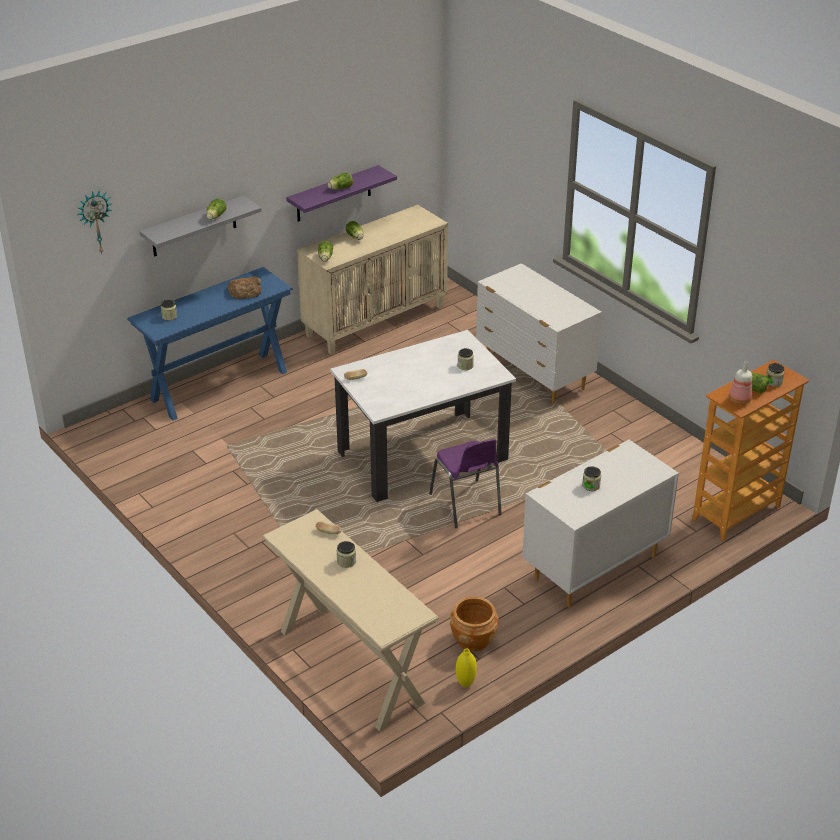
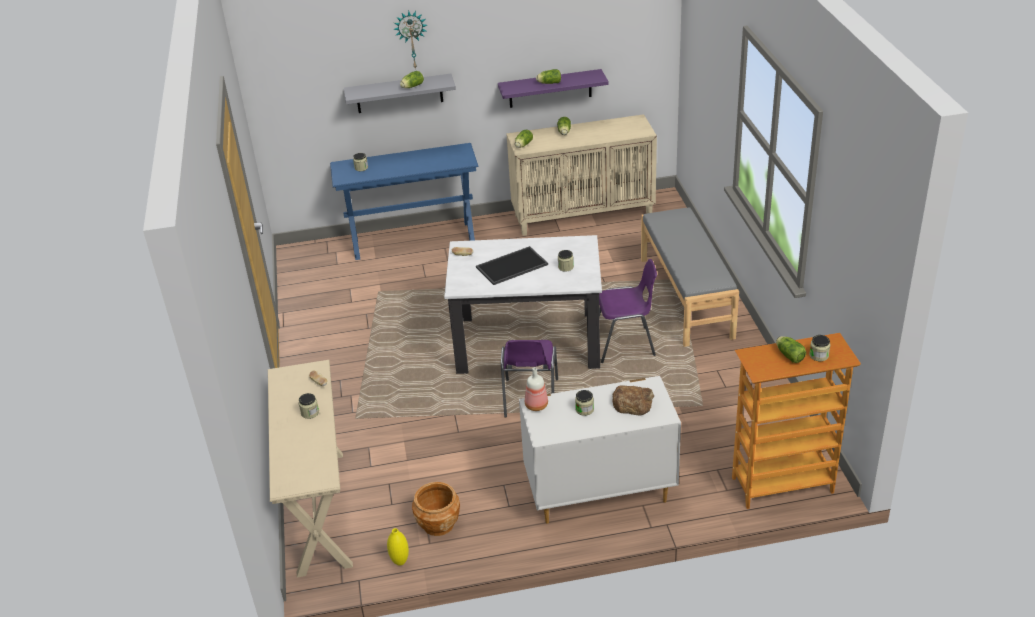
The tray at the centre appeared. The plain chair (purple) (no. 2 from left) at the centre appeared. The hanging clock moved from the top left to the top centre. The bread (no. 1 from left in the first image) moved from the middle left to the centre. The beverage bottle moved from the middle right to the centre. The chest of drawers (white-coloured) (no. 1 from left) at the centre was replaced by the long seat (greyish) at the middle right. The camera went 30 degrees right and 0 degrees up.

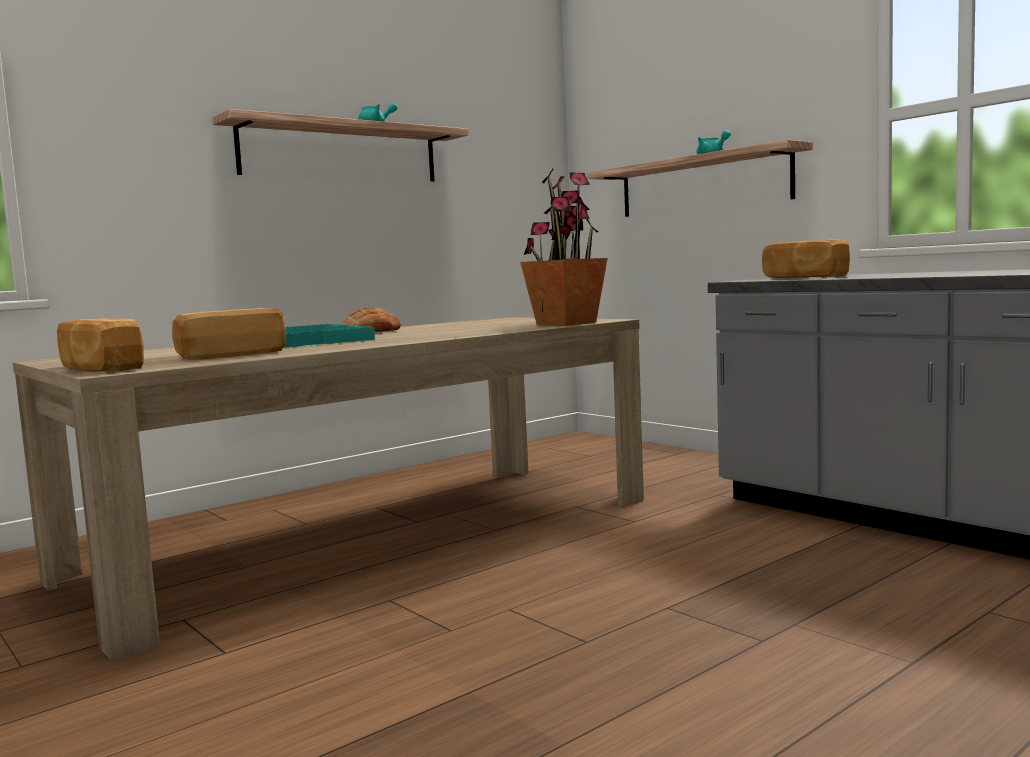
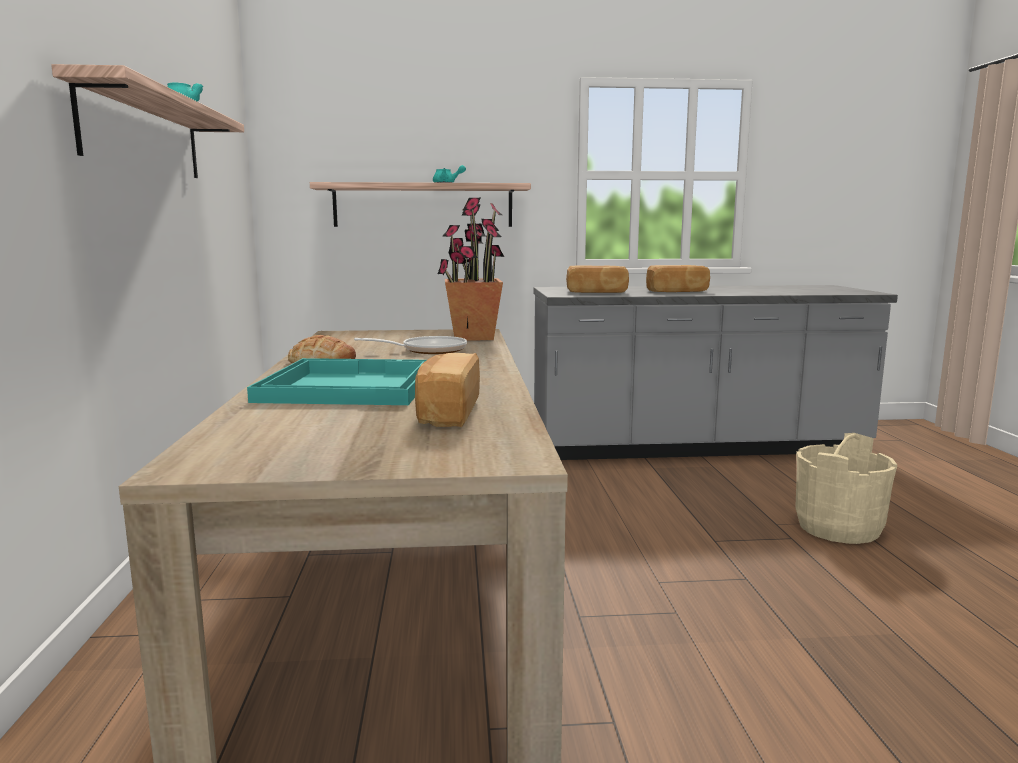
The frying pan at the centre appeared. The bucket (beige) at the middle right appeared. The bread (no. 1 from left in the first image) moved from the middle left to the centre. The camera went 55 degrees left and 5 degrees up.

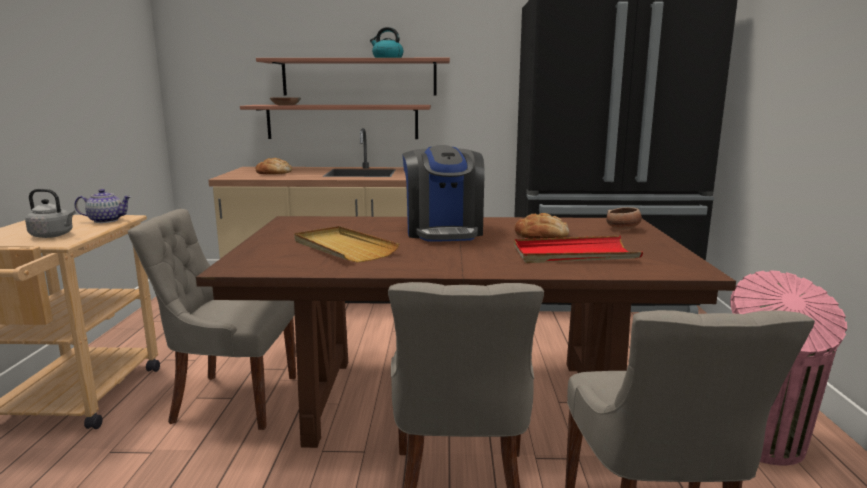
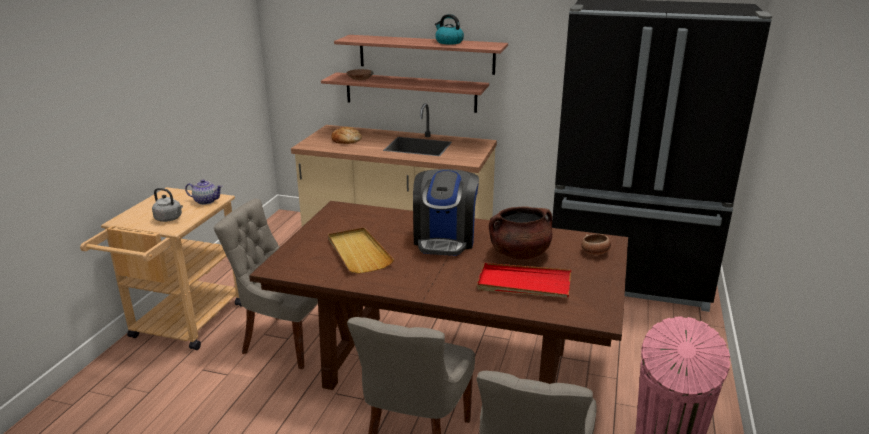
The bread (no. 2 from left) at the centre was replaced by the cooking pot (brown-coloured) at the centre. The camera went 15 degrees right and 10 degrees up.

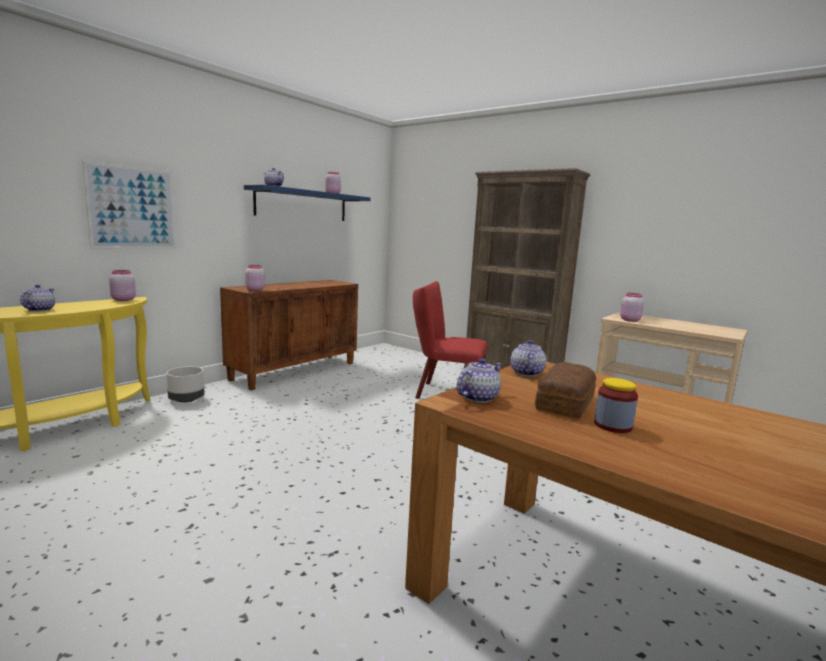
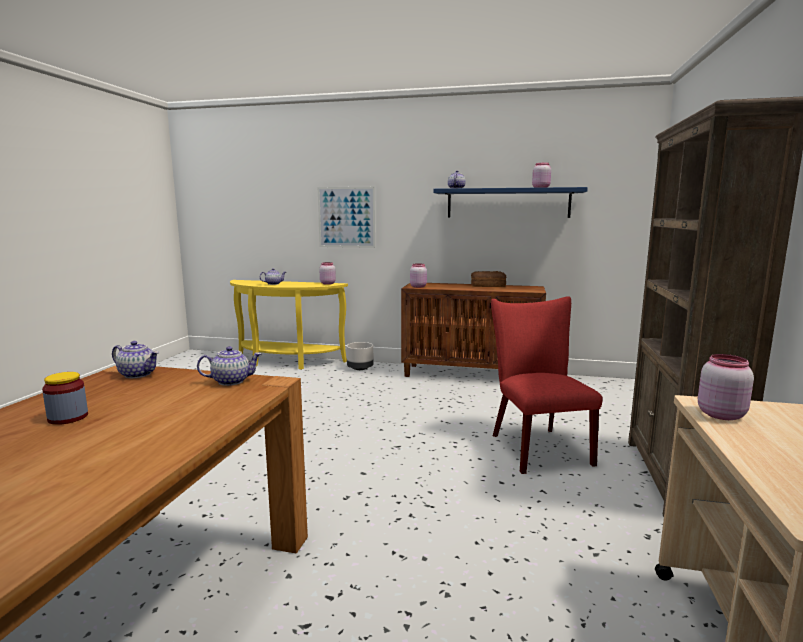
The bread moved from the middle right to the centre. The camera went 65 degrees right and 0 degrees up.

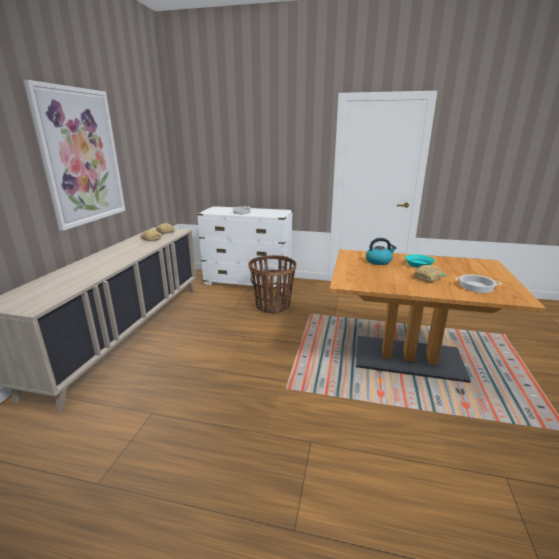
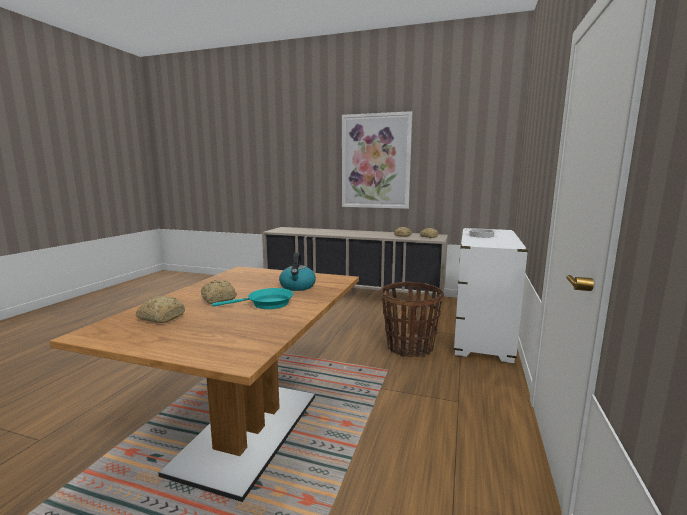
The cooking pot (no. 2 from left) at the middle right was replaced by the bread (no. 1 from left) at the middle left. The camera went 95 degrees right and 10 degrees down.

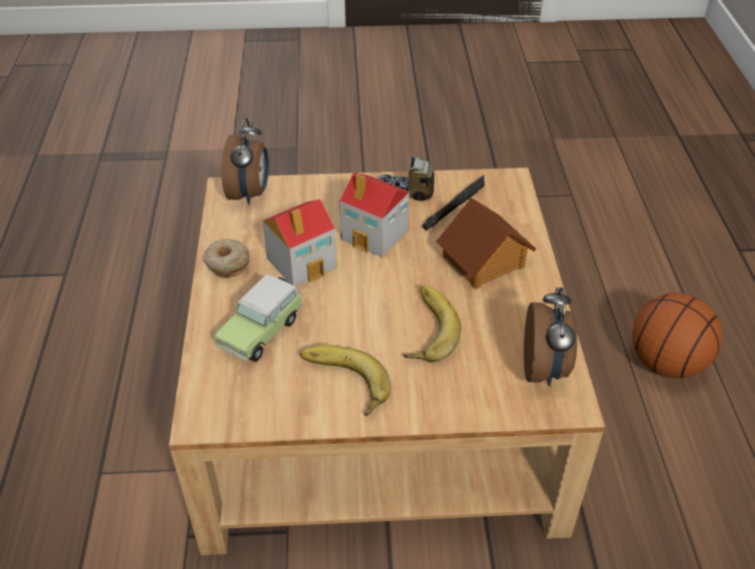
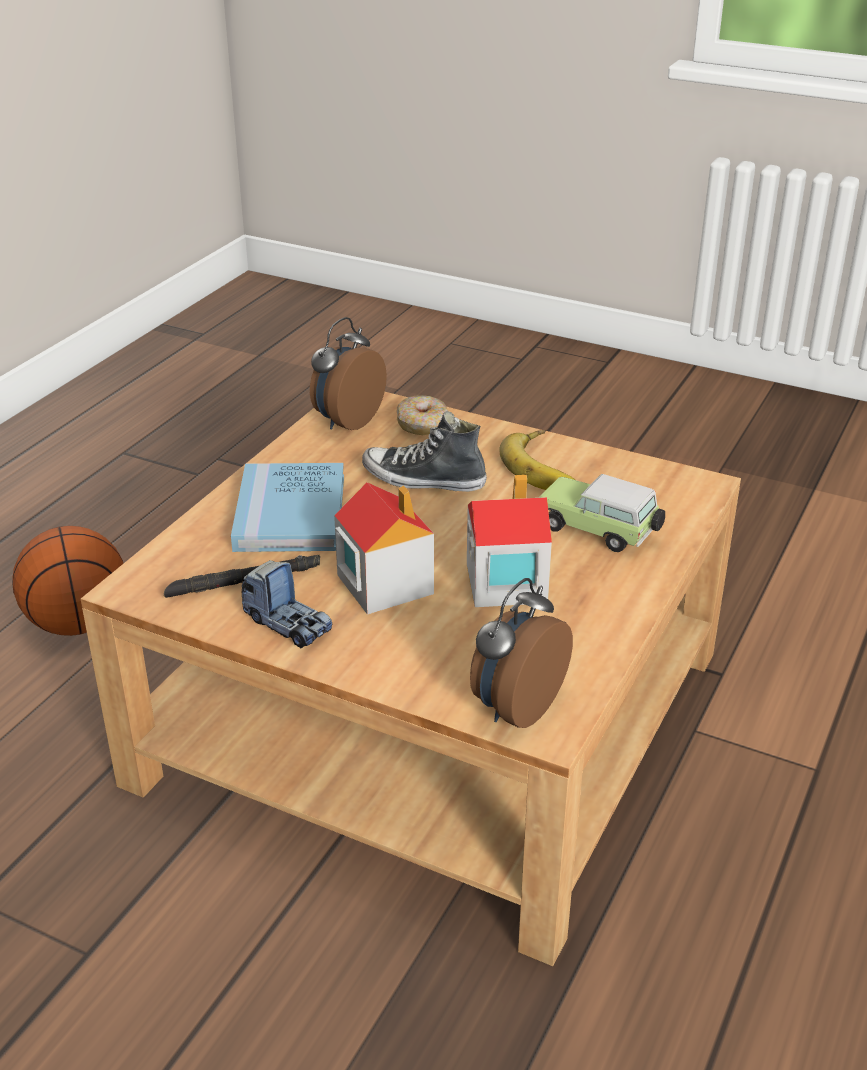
The donut moved from the middle left to the centre. The banana fruit (no. 2 from left) at the centre was replaced by the shoe at the centre. The toy house (no. 3 from left) at the centre was replaced by the book (blue) at the middle left. The miniature car at the centre turned 120 degrees counterclockwise. The camera went 150 degrees left and 10 degrees down.

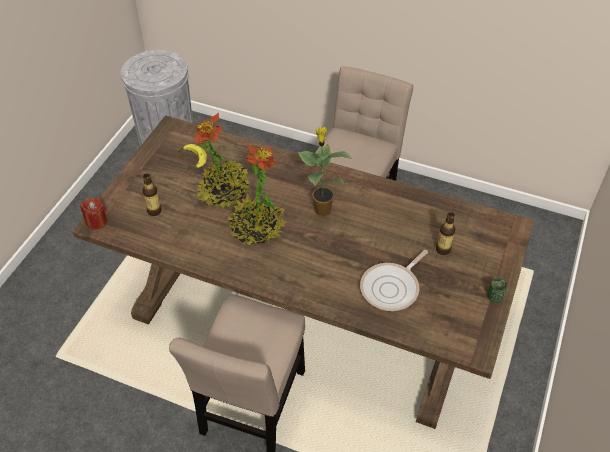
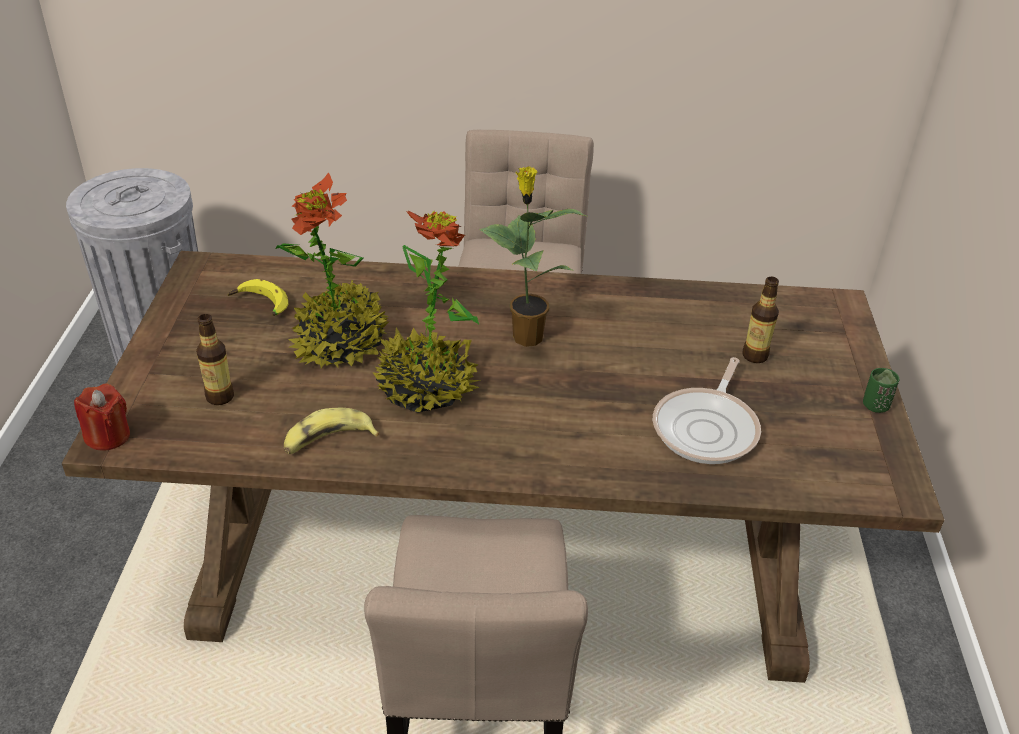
The banana fruit (no. 2 from left) at the middle left appeared. The camera went 20 degrees left and 10 degrees down.

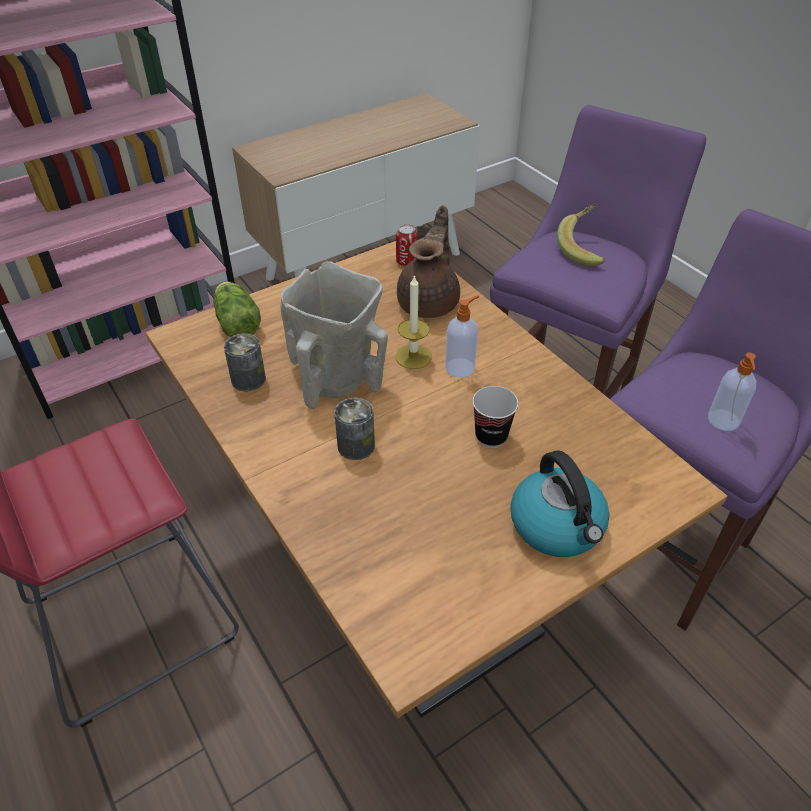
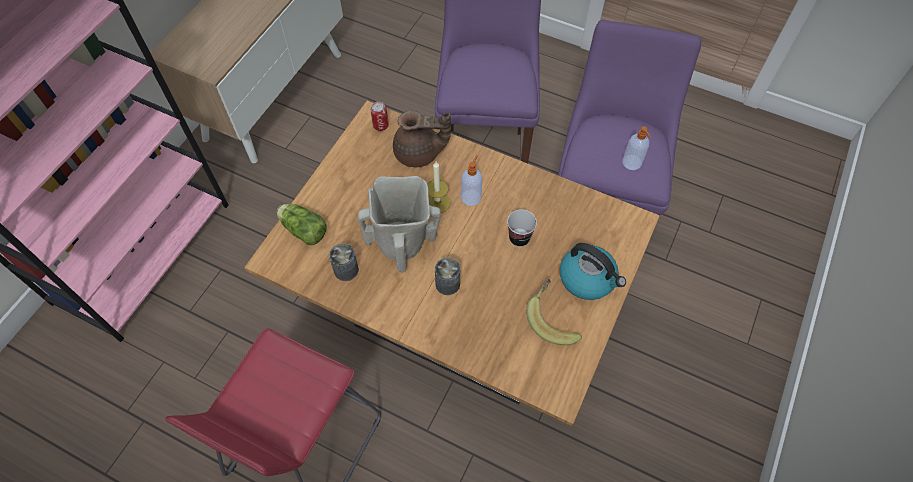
The banana fruit moved from the top right to the centre. The tea pot (brown-coloured) at the top centre turned 105 degrees clockwise. The camera went 30 degrees left and 15 degrees up.

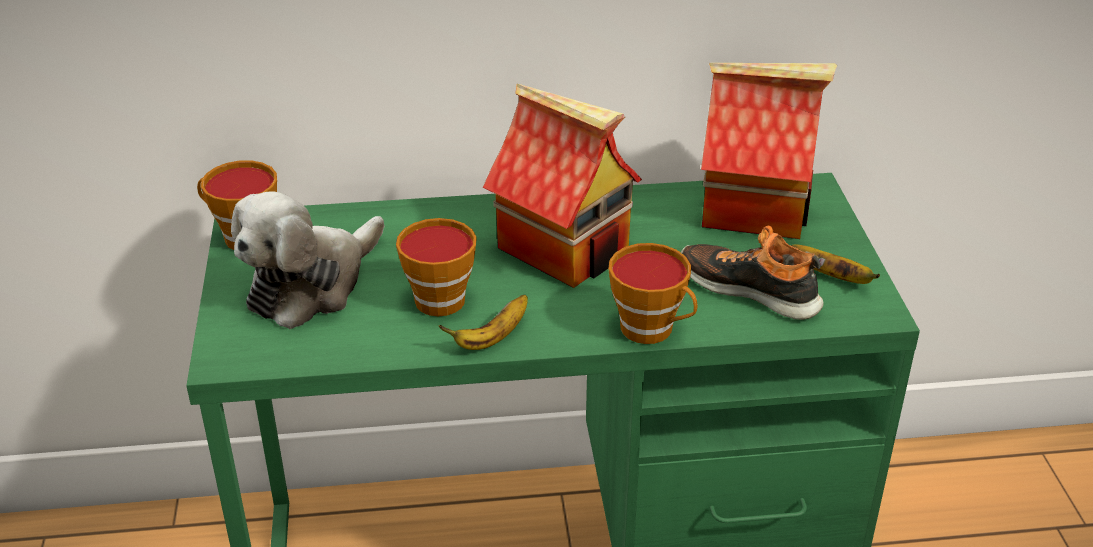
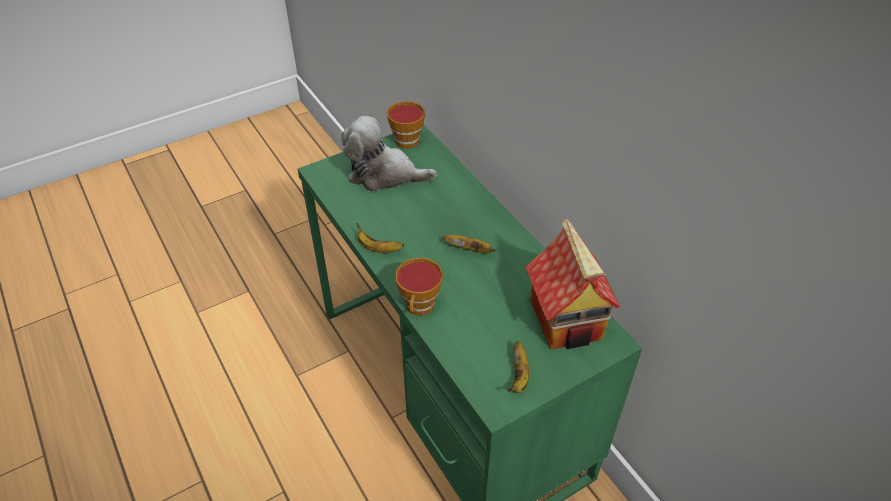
The drinking cup (no. 2 from left) at the centre disappeared. The shoe at the middle right disappeared. The toy house (no. 1 from left) at the centre was replaced by the banana fruit (no. 2 from left) at the centre. The camera went 65 degrees right and 10 degrees up.

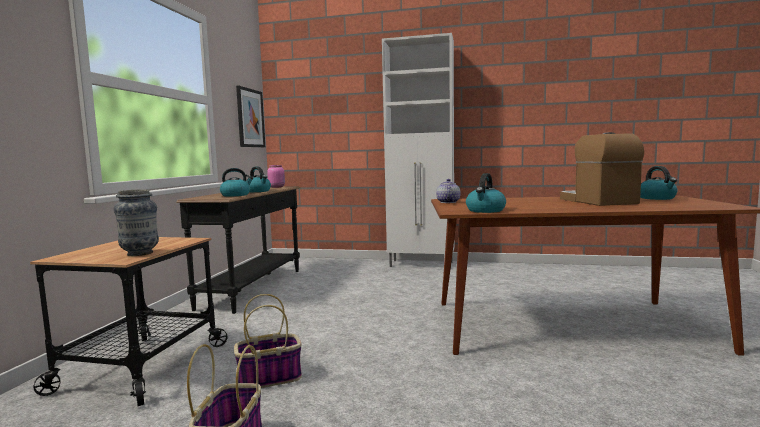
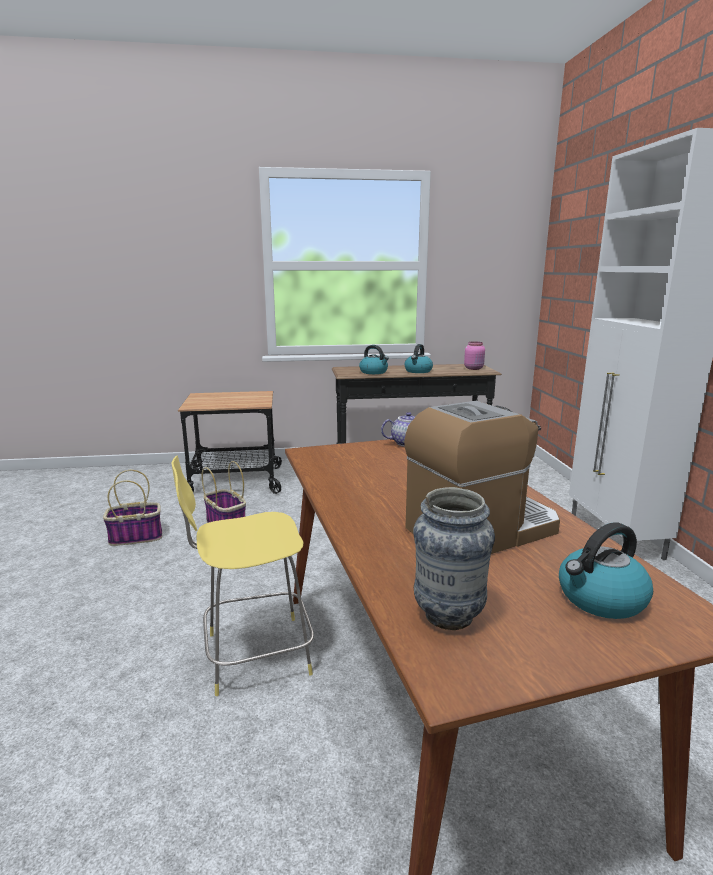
The picture at the top left disappeared. The kettle (no. 3 from left) at the centre disappeared. The sitting stool (yellow) at the centre appeared. The flower vase moved from the middle left to the centre. The camera went 70 degrees right and 10 degrees up.

